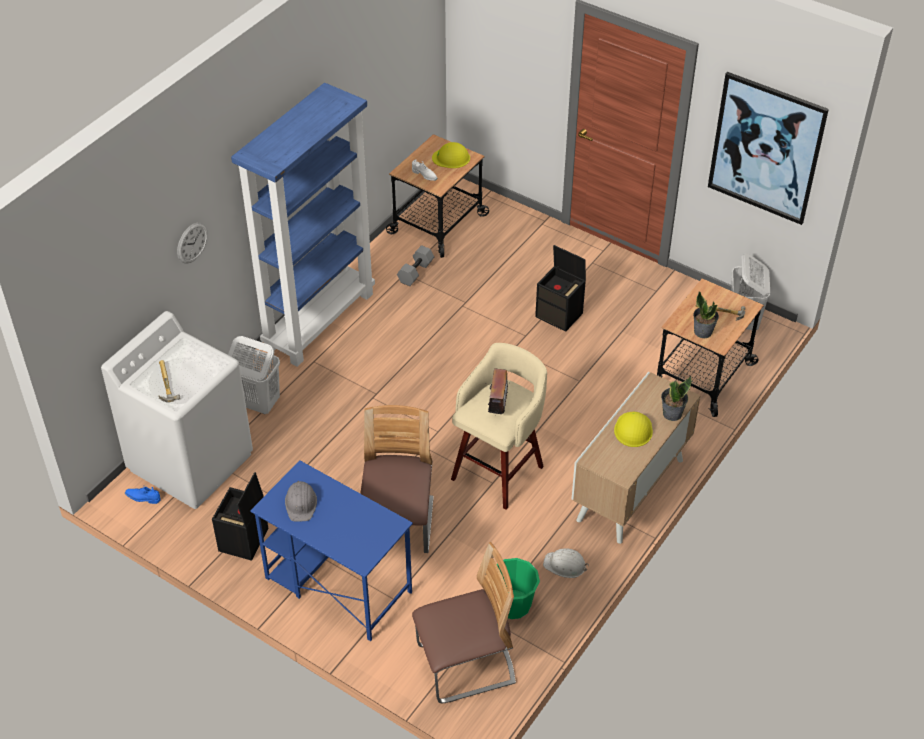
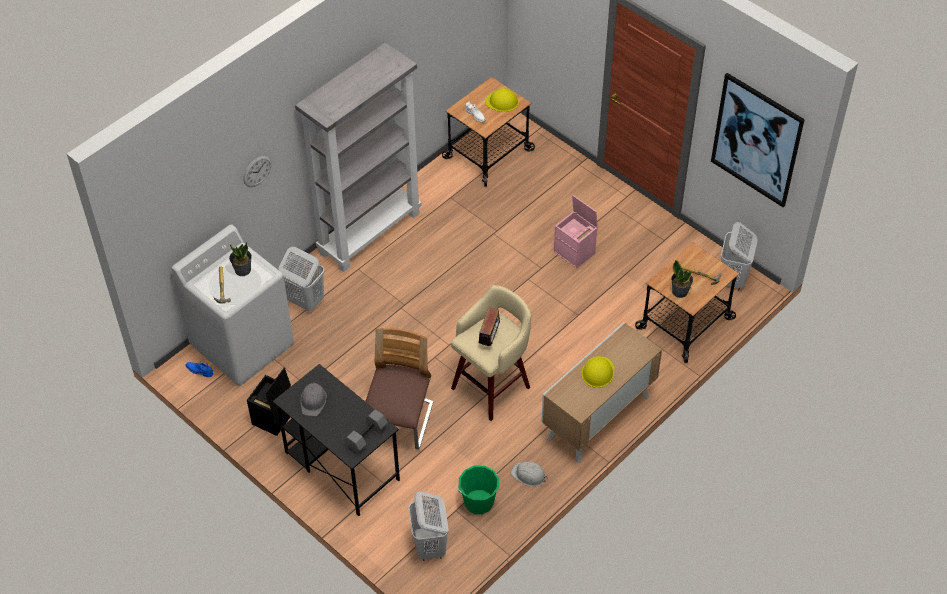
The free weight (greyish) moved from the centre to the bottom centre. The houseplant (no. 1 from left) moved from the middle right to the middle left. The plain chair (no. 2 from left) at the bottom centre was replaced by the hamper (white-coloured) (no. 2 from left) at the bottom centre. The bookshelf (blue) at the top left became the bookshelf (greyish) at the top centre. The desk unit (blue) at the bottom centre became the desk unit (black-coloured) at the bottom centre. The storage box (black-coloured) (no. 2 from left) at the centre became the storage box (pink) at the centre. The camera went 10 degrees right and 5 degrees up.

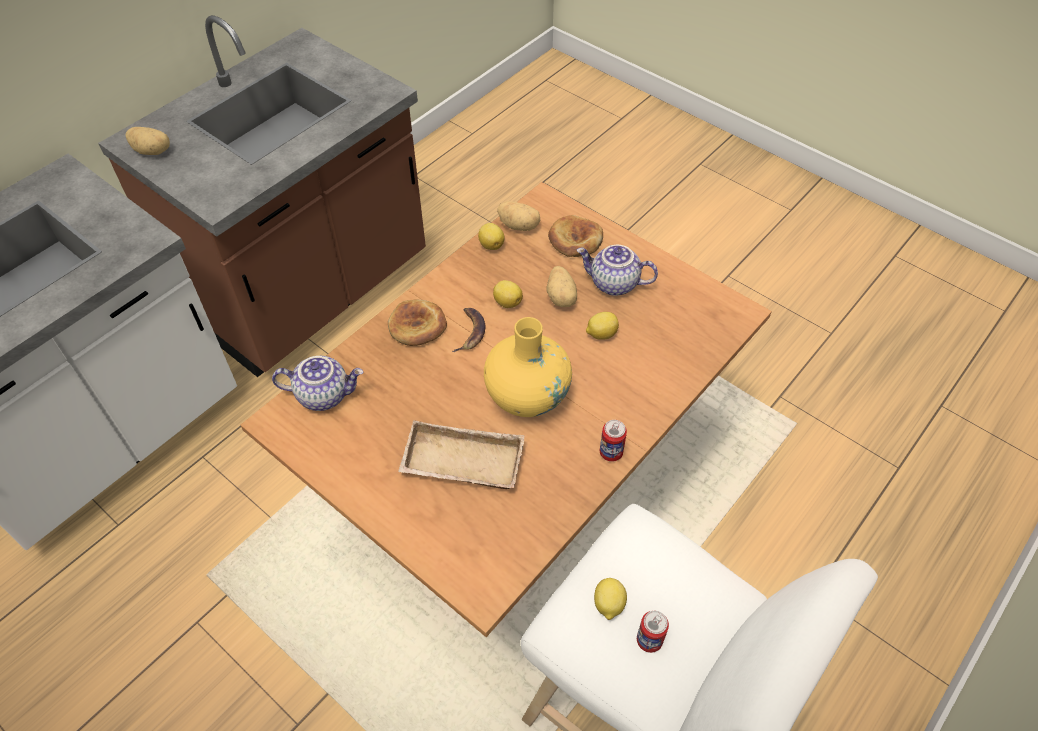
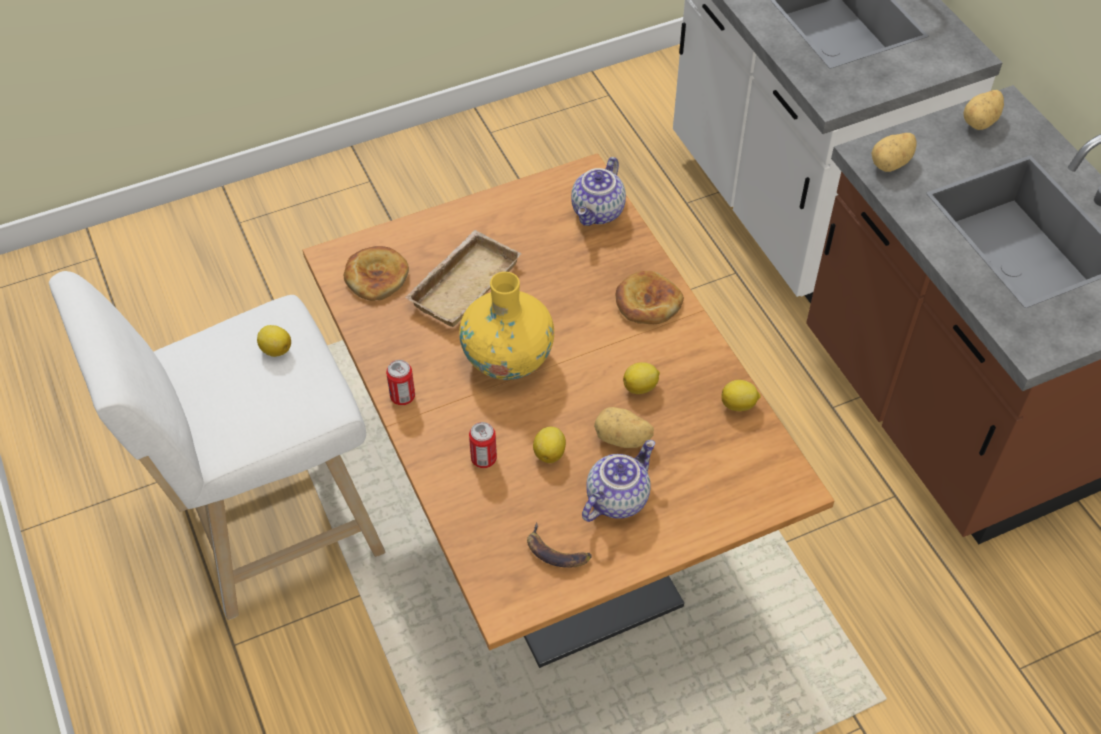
The banana fruit moved from the centre to the bottom centre. The whole potato (no. 2 from left) moved from the top centre to the top right. The bread (no. 2 from left in the first image) moved from the top centre to the centre. The sealed can (no. 2 from left) moved from the bottom centre to the centre. The camera went 115 degrees right and 0 degrees up.

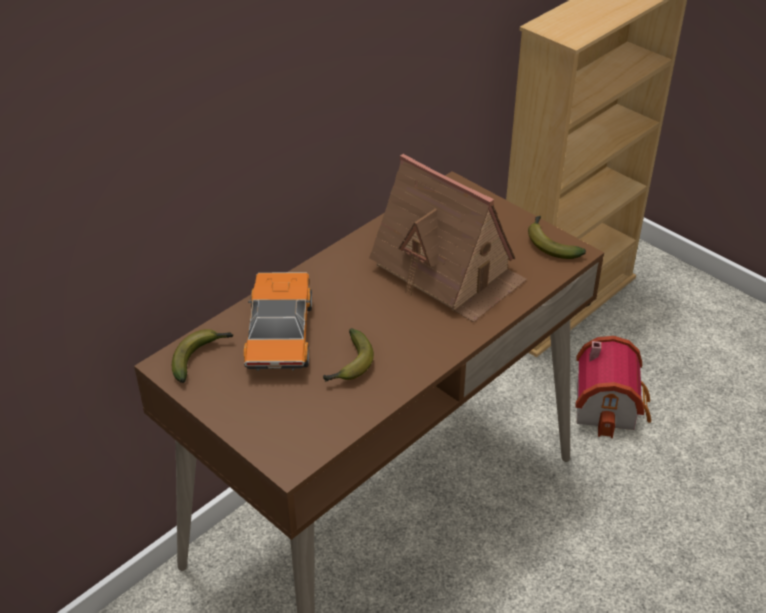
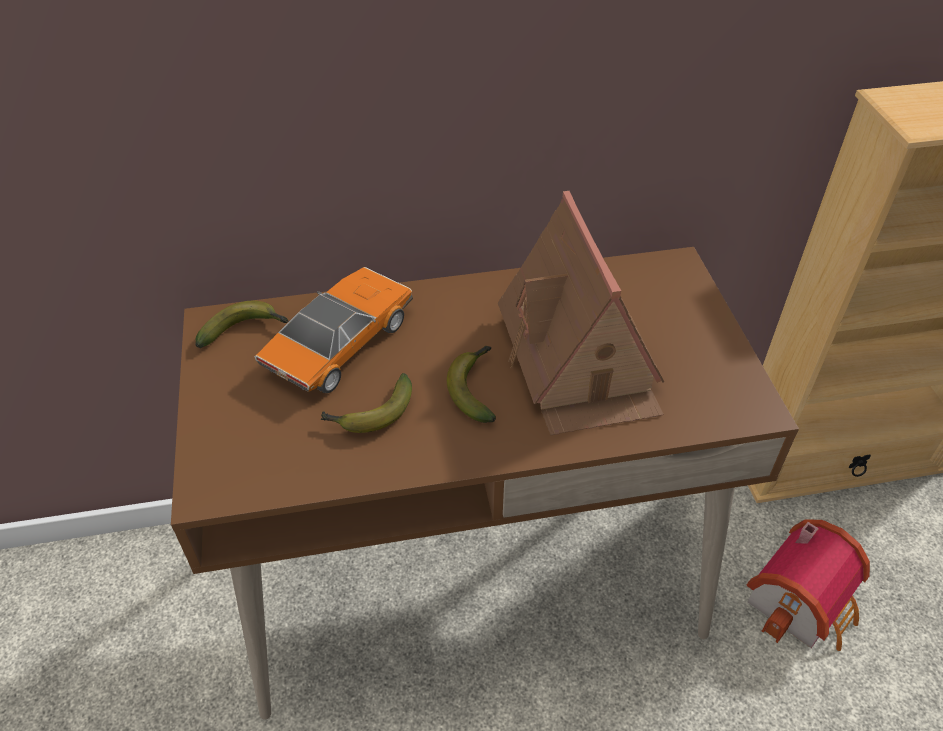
The banana fruit (no. 3 from left) moved from the middle right to the centre. The camera went 35 degrees right and 5 degrees up.

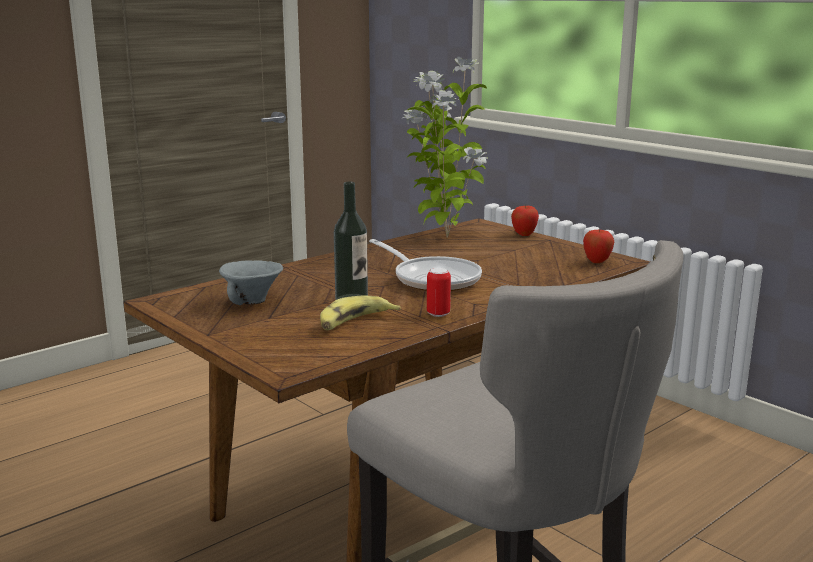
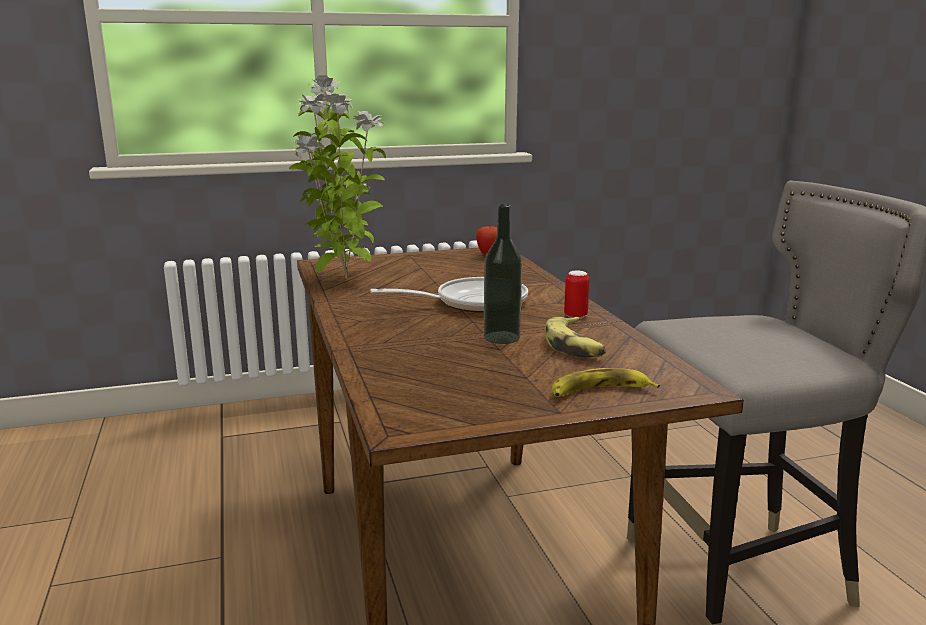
The serving bowl (greyish) at the middle left disappeared. The whole apple (no. 1 from left) at the centre disappeared. The banana fruit (no. 2 from left) at the centre appeared. The camera went 65 degrees left and 0 degrees up.

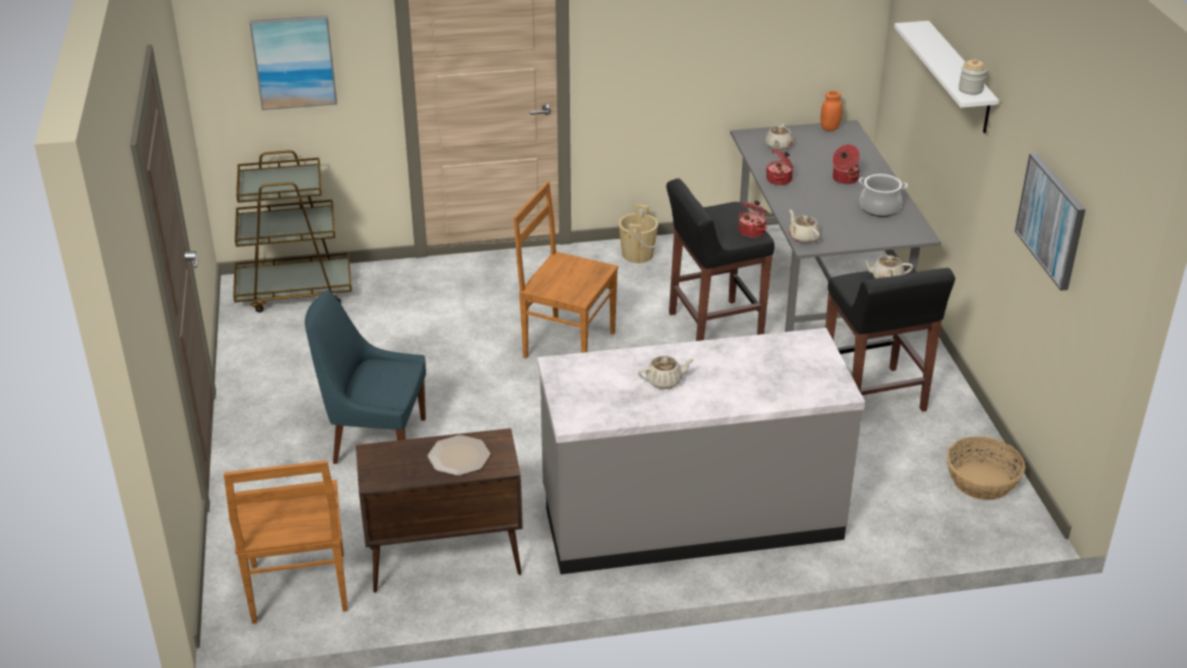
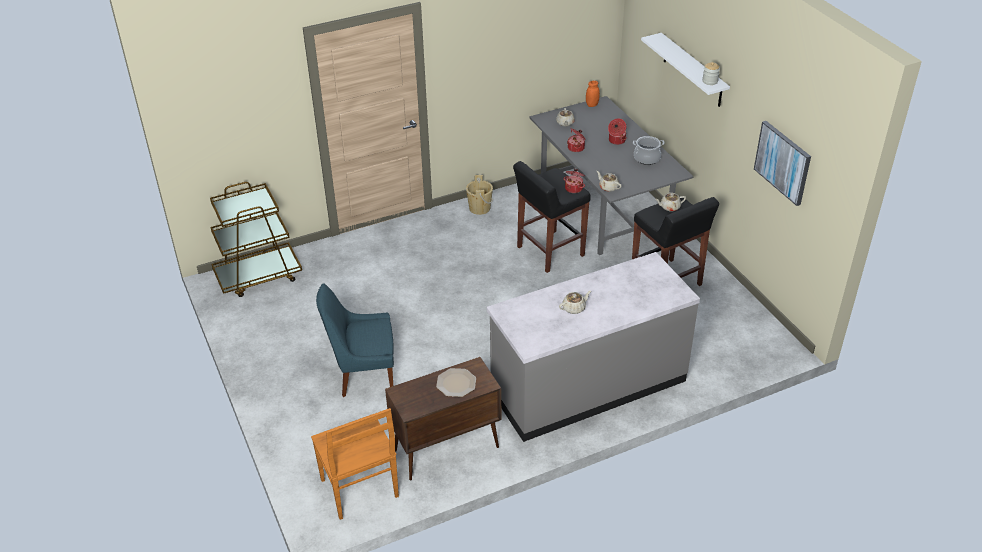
The picture (no. 1 from left) at the top left disappeared. The plain chair (brown-coloured) (no. 2 from left) at the centre disappeared. The storage basket at the bottom right disappeared. The camera went 15 degrees left and 5 degrees up.

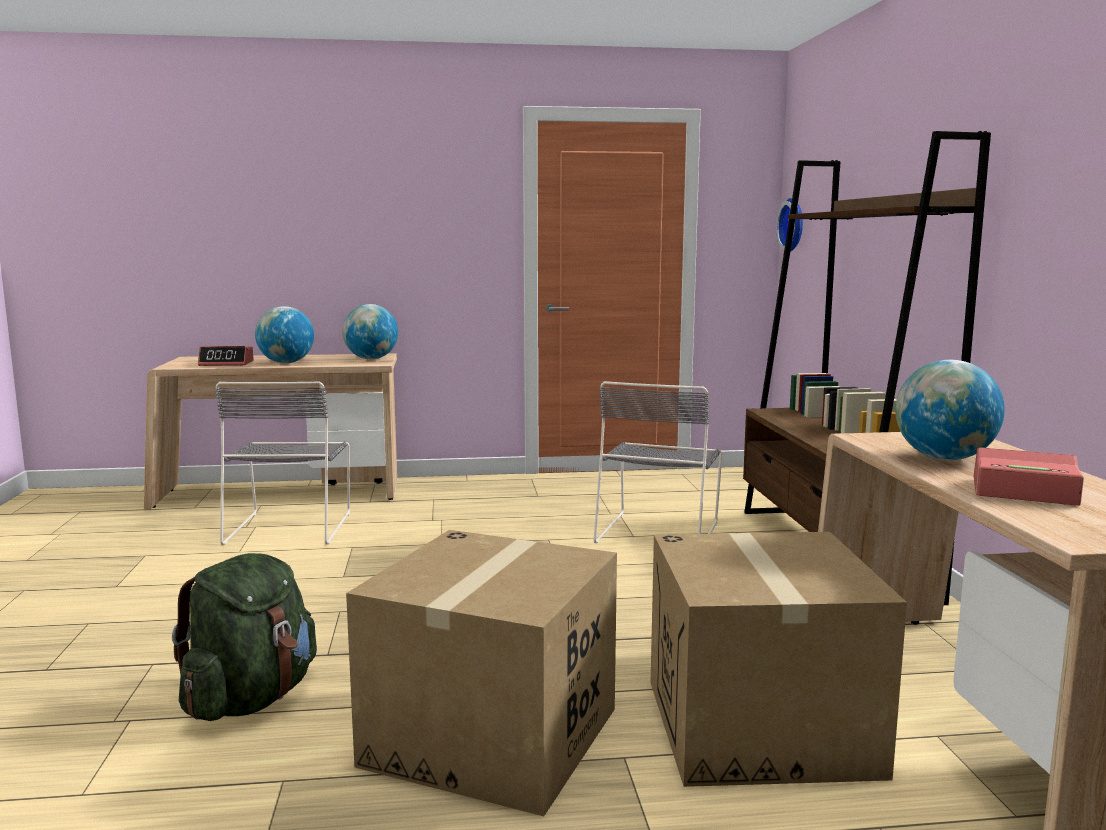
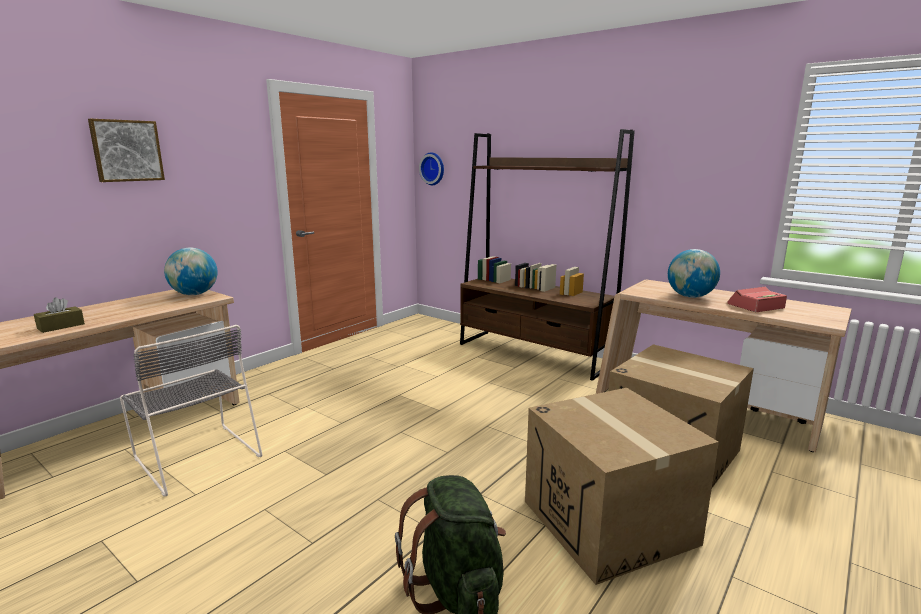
The globe (no. 1 from left) at the middle left disappeared. The plain chair (greyish) (no. 2 from left) at the centre disappeared. The picture at the top left appeared. The bedside clock (no. 1 from left) at the middle left was replaced by the box of tissues (brown-coloured) at the middle left. The camera went 45 degrees left and 5 degrees up.

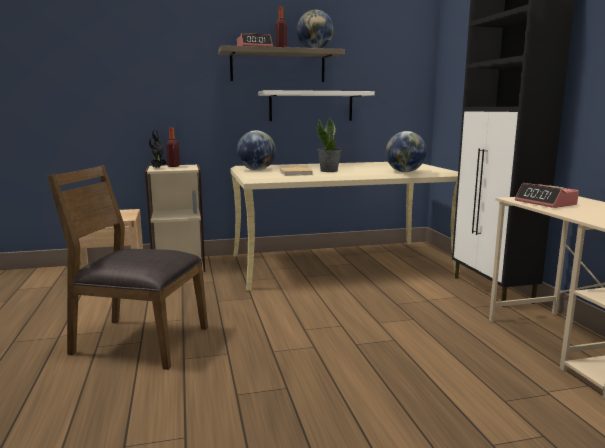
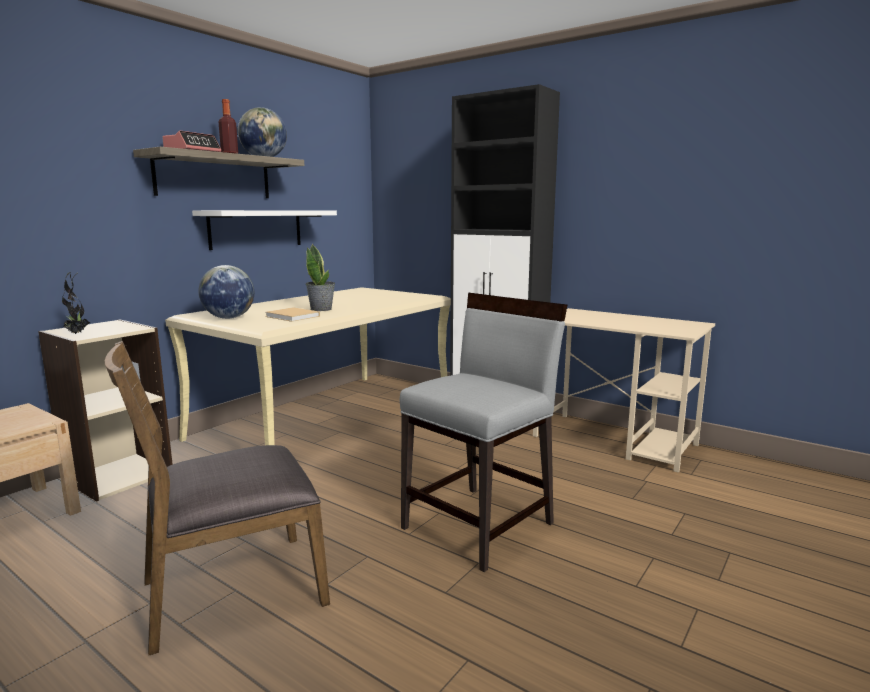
The beverage bottle (no. 1 from left) at the top left disappeared. The globe (no. 3 from left) at the middle right disappeared. The bedside clock (no. 2 from left) at the middle right disappeared. The plain chair (greyish) at the centre appeared. The camera went 40 degrees left and 0 degrees up.

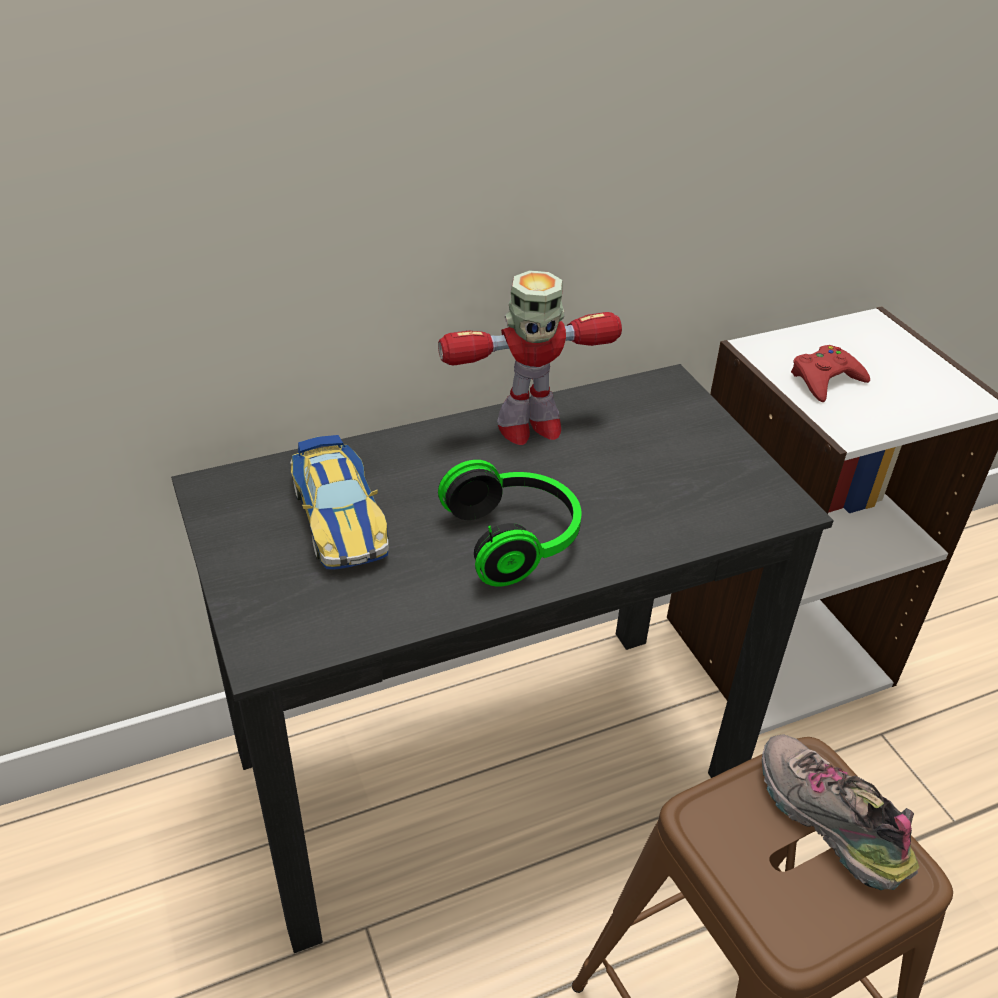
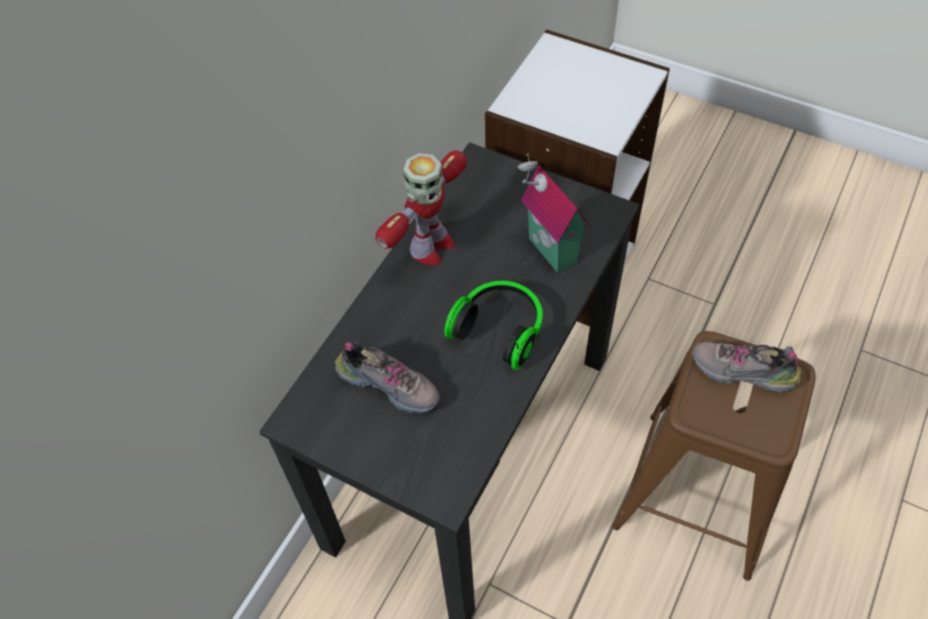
The game controller (red) at the middle right disappeared. The toy house at the centre appeared. The miniature car at the centre was replaced by the shoe (no. 1 from left) at the centre. The camera went 35 degrees left and 15 degrees up.

